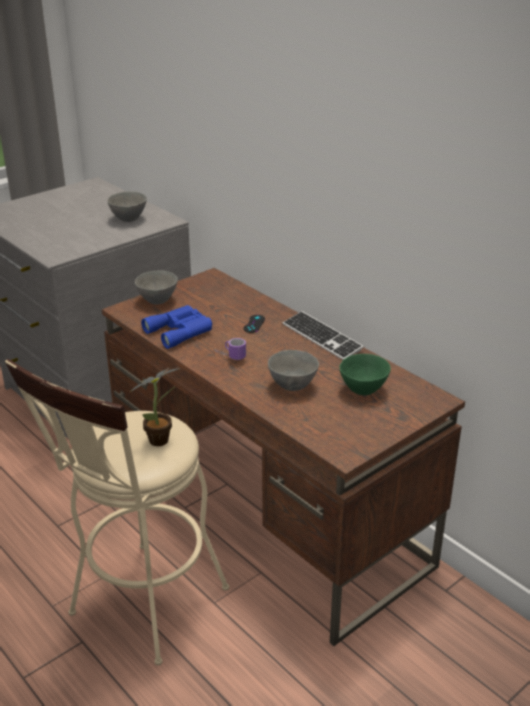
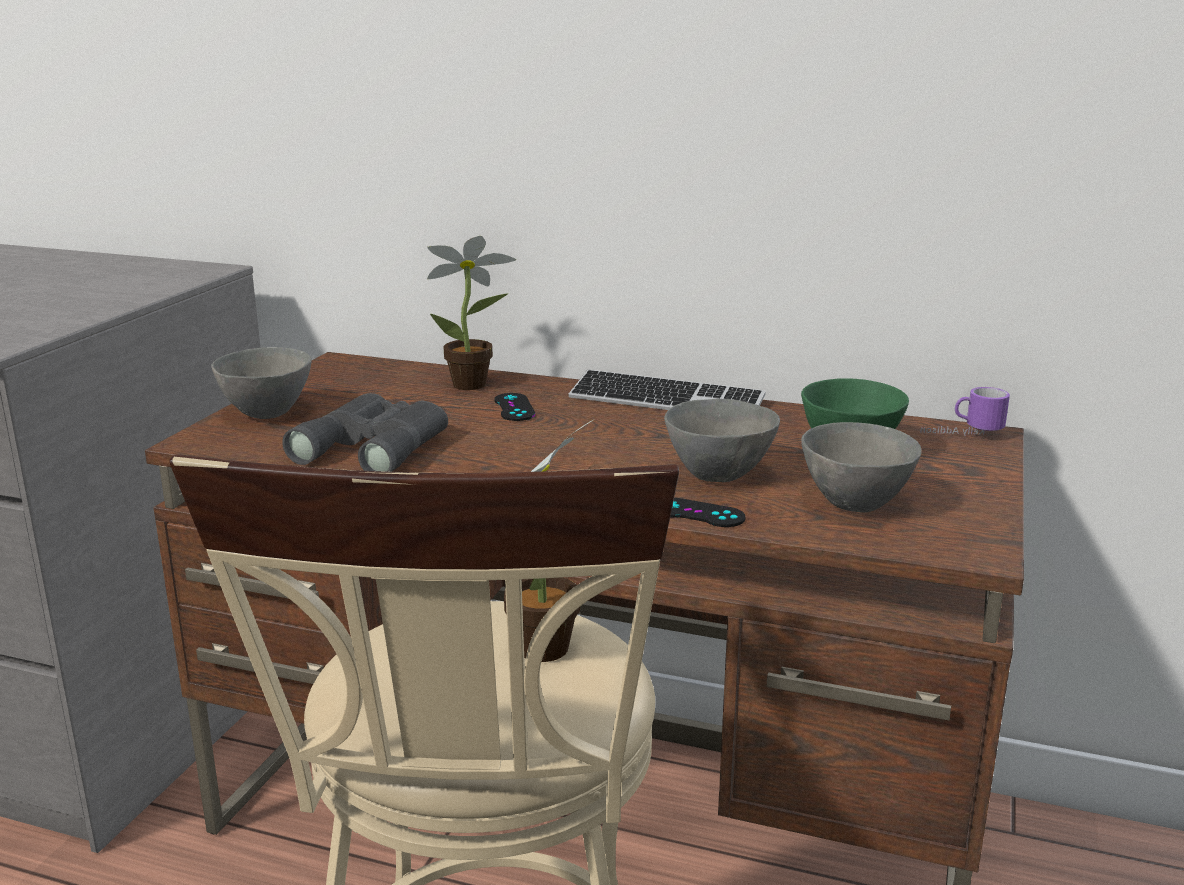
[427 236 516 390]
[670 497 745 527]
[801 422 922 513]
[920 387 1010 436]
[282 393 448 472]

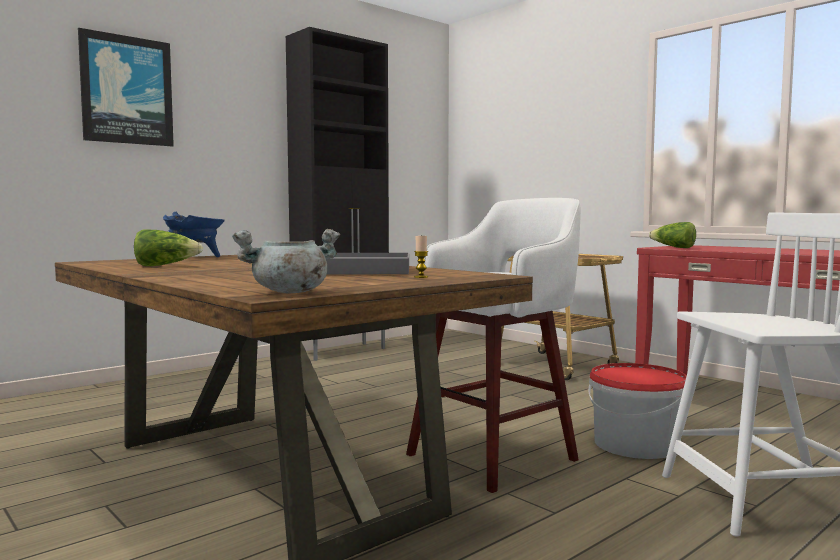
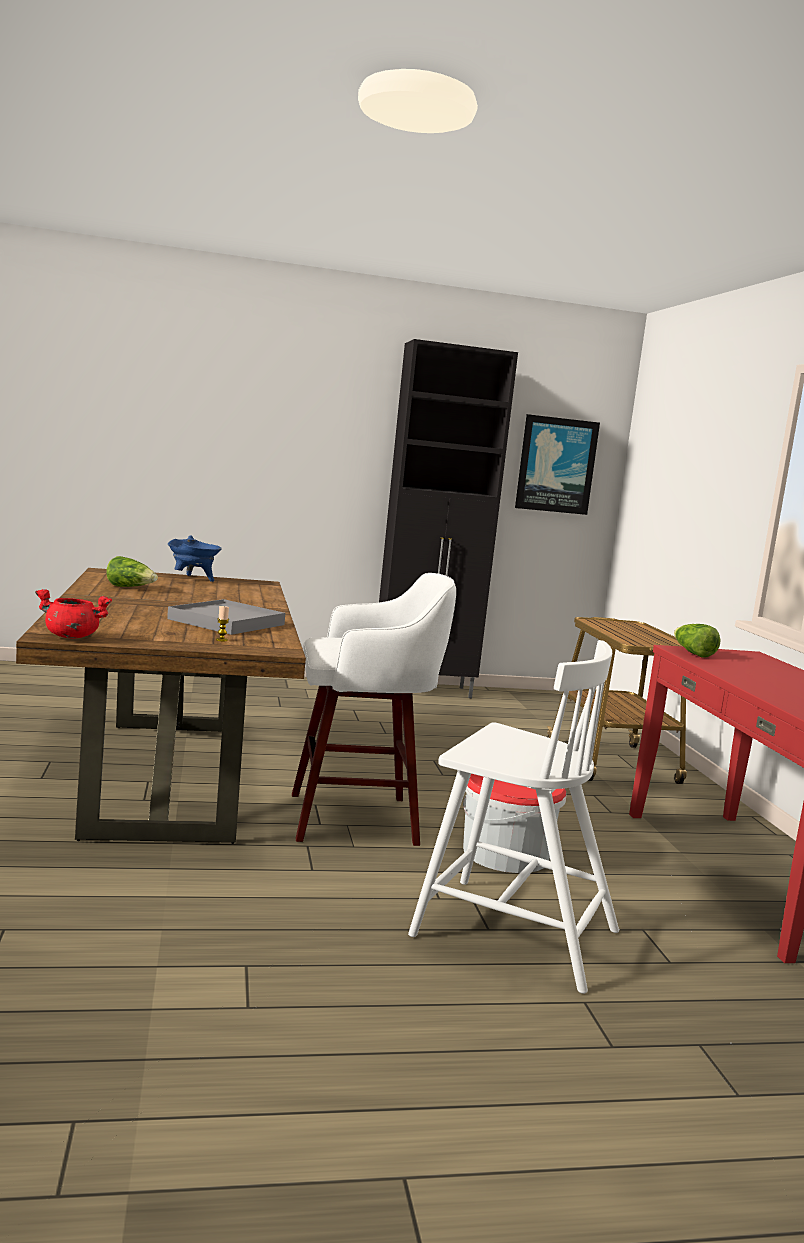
[515 414 600 515]
[35 589 112 638]

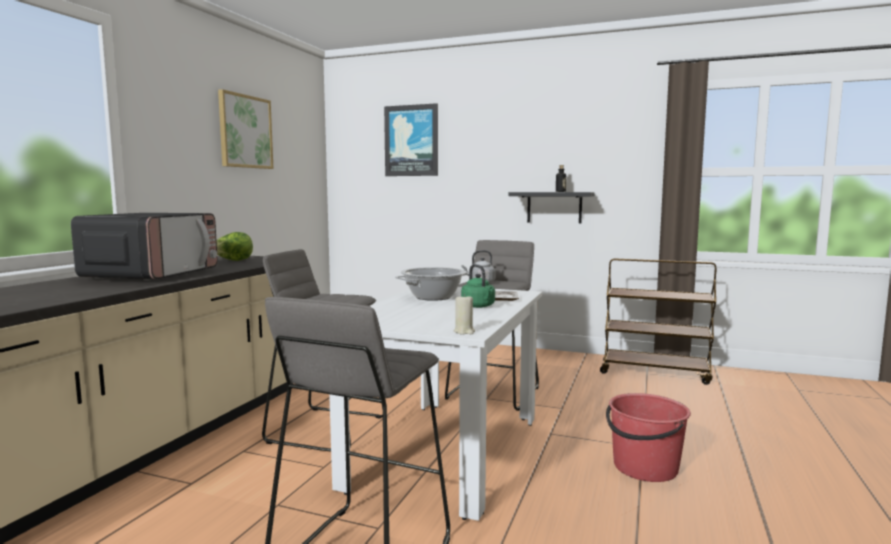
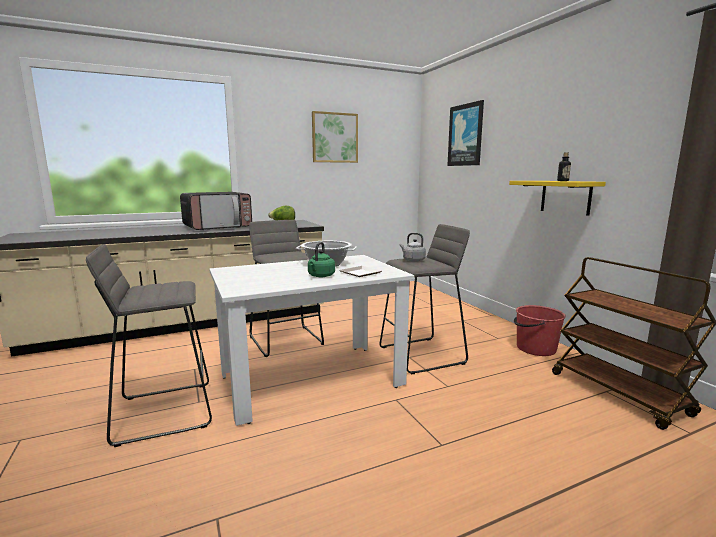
[453 294 475 335] (first image)
[514 305 566 356]
[509 181 606 216]

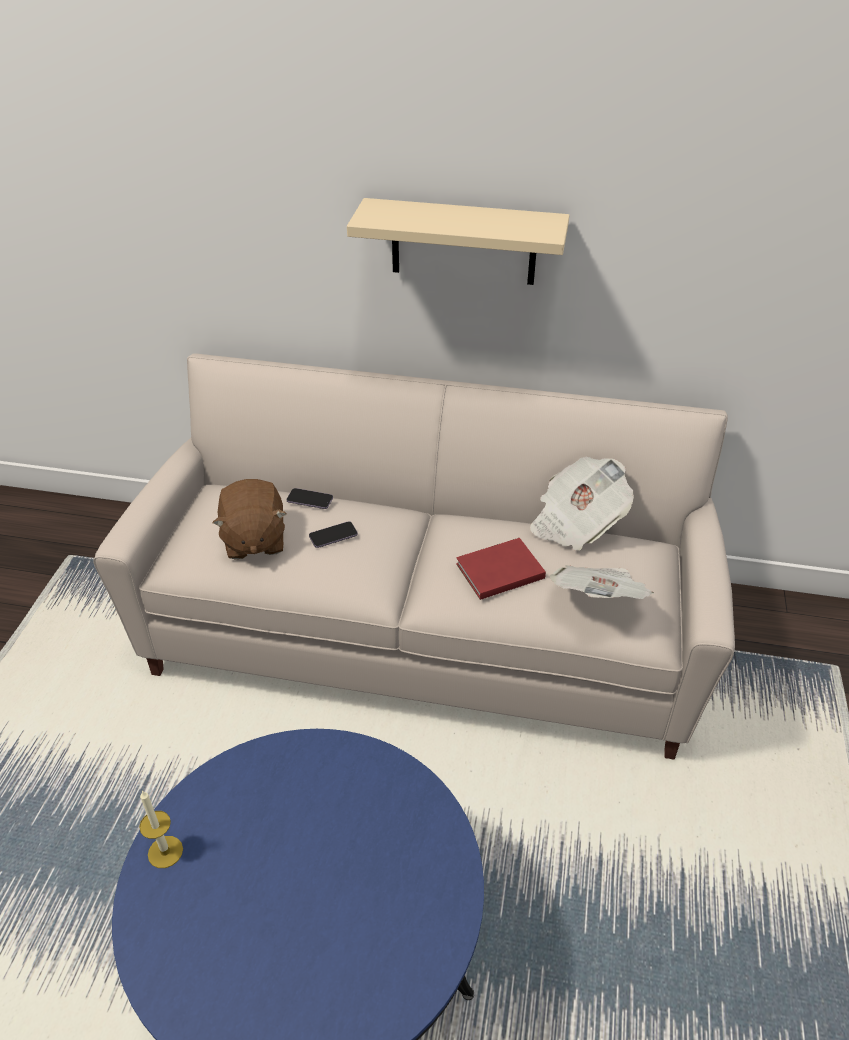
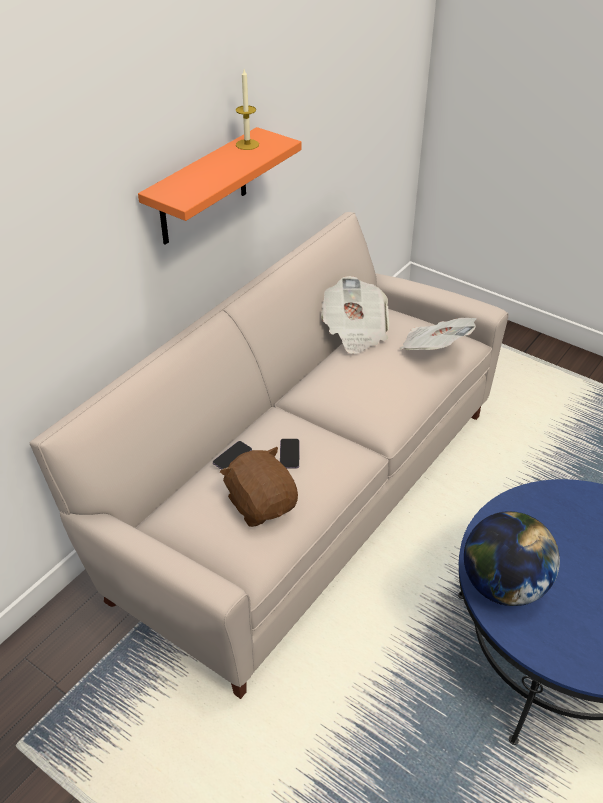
[456 538 546 600] (first image)
[464 511 560 606]
[236 69 259 150]
[138 127 302 245]
[220 447 298 527]

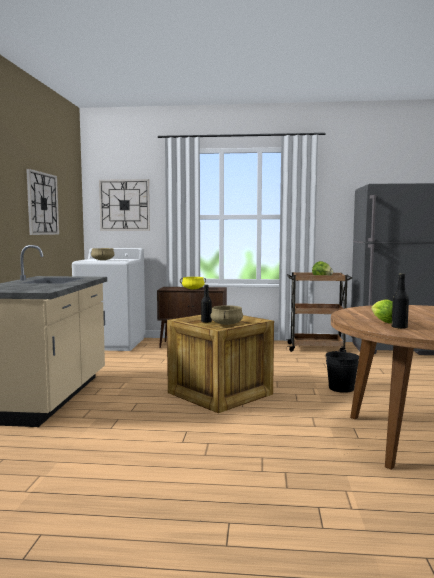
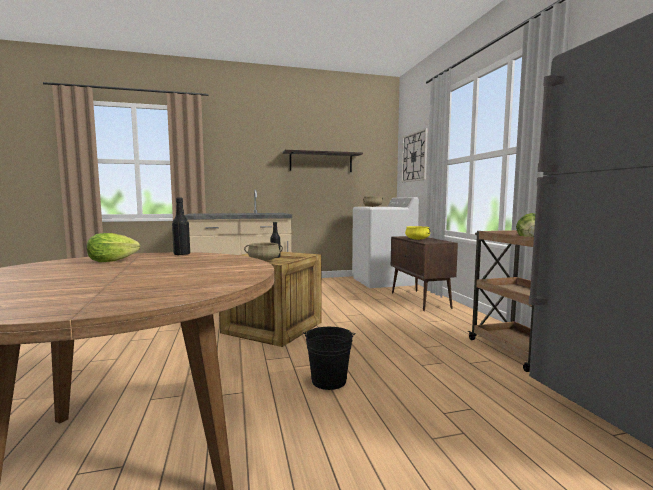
[172 198 190 255]
[283 150 363 172]

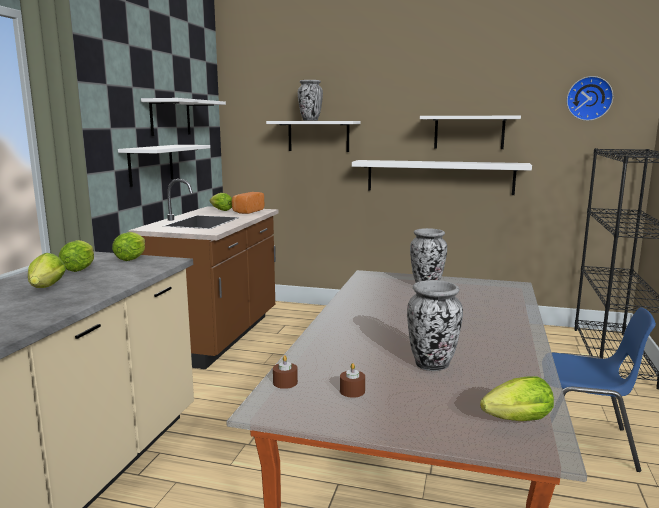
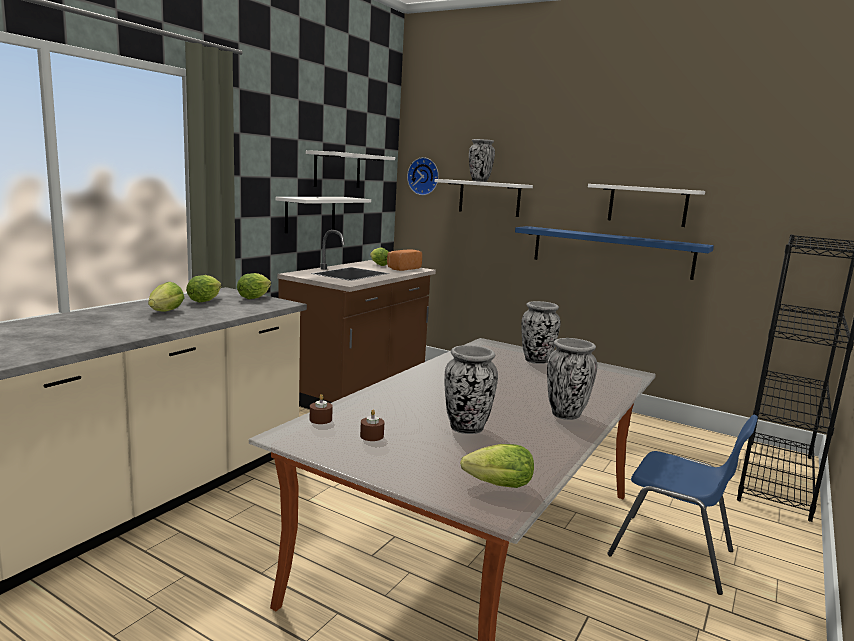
[547 338 597 420]
[407 157 439 195]
[515 226 714 280]

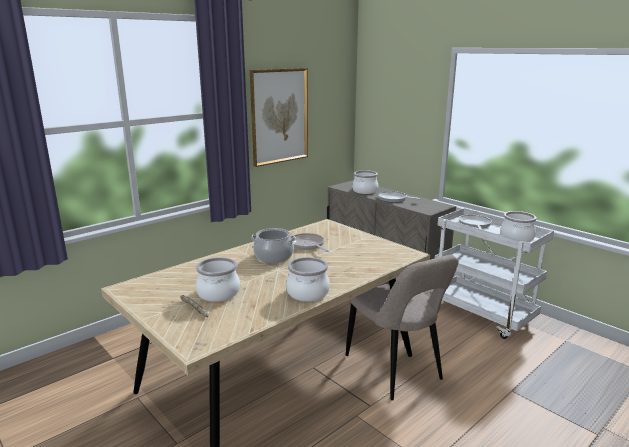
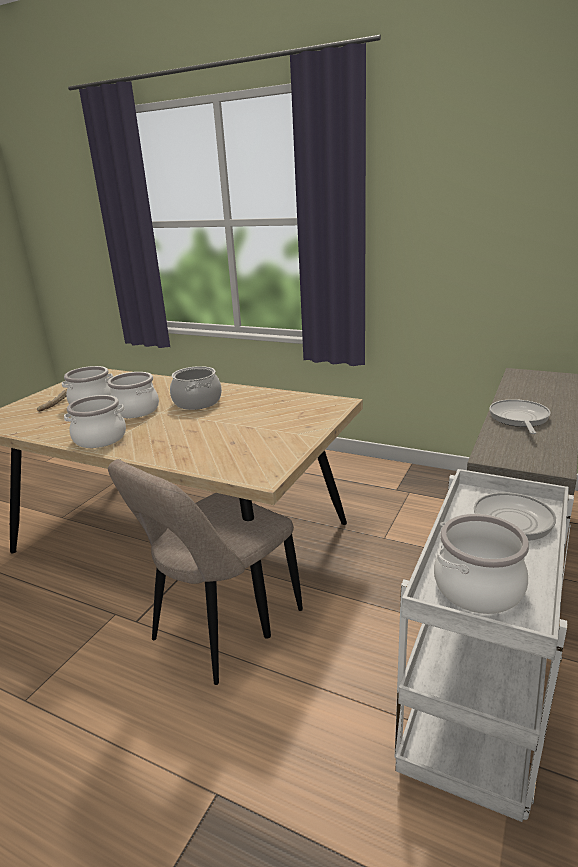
[250 68 308 167] (first image)
[293 233 329 252] (first image)
[107 372 159 418]

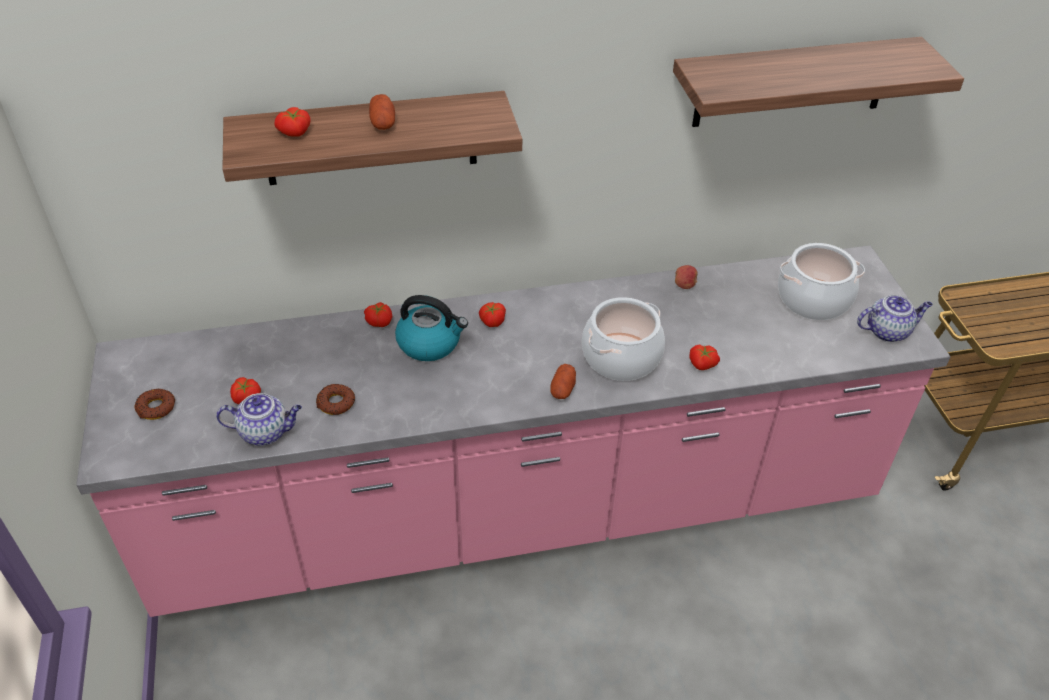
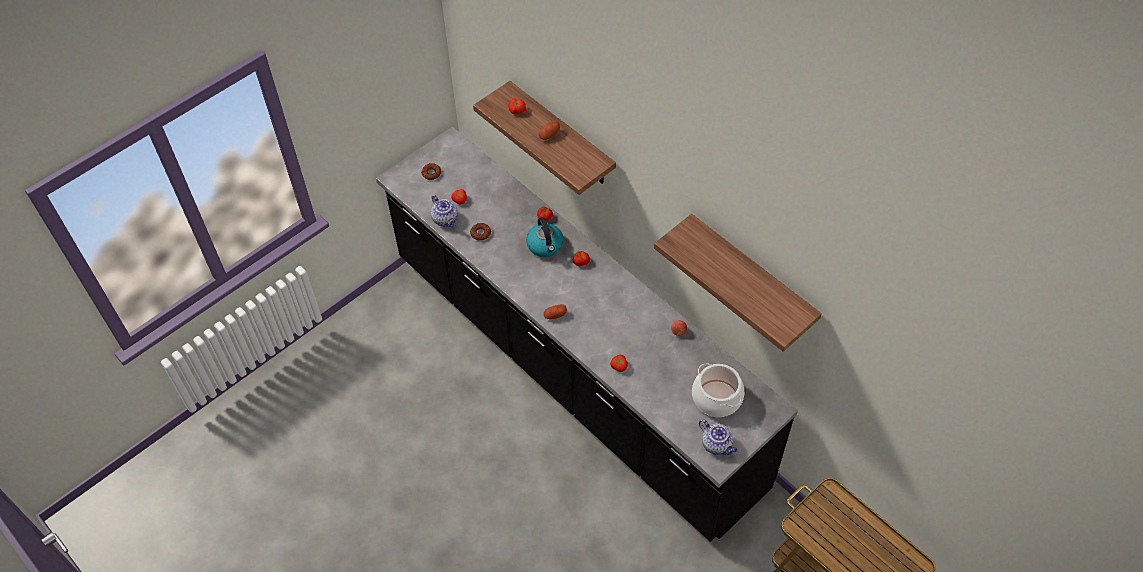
[582 297 665 381] (first image)
[376 127 798 542]

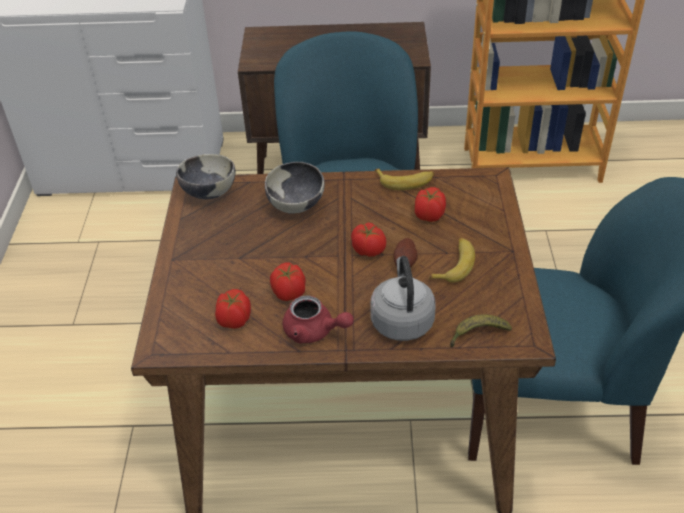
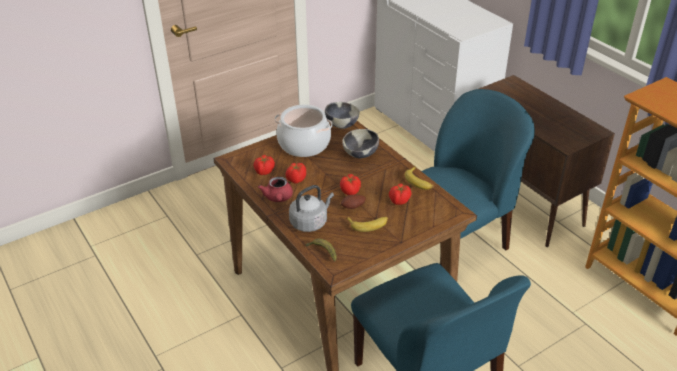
[275 105 332 157]

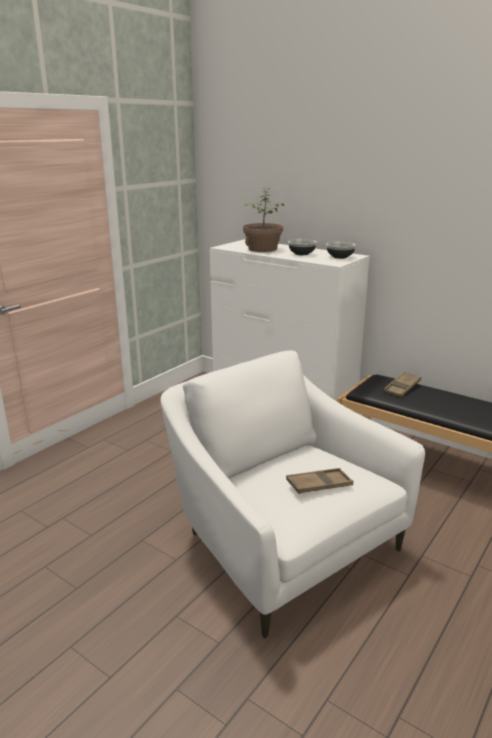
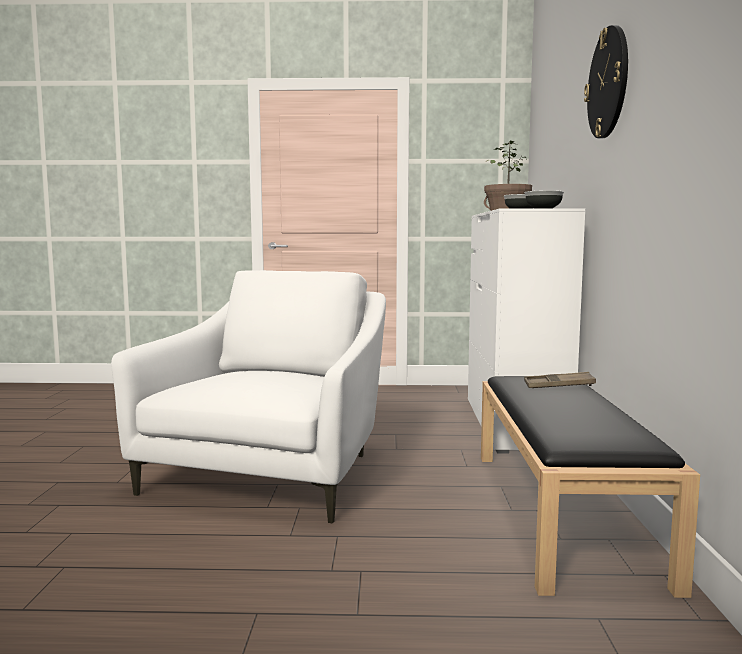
[286 468 353 494] (first image)
[584 25 628 138]

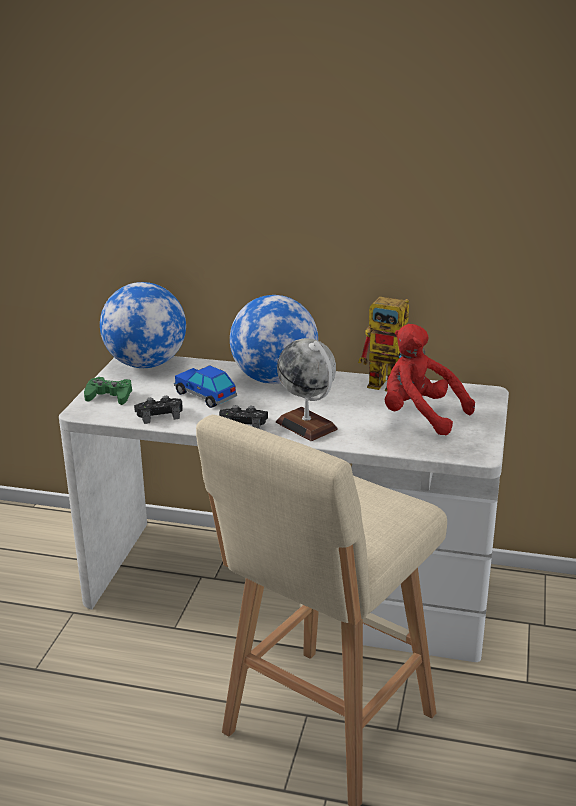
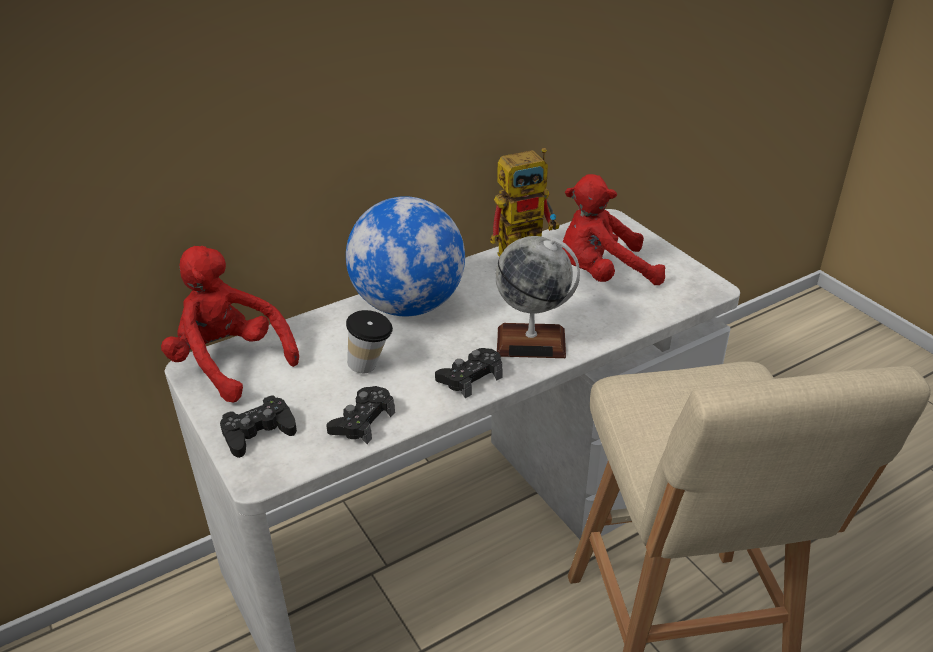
[161 246 299 403]
[346 310 393 373]
[220 395 297 458]

